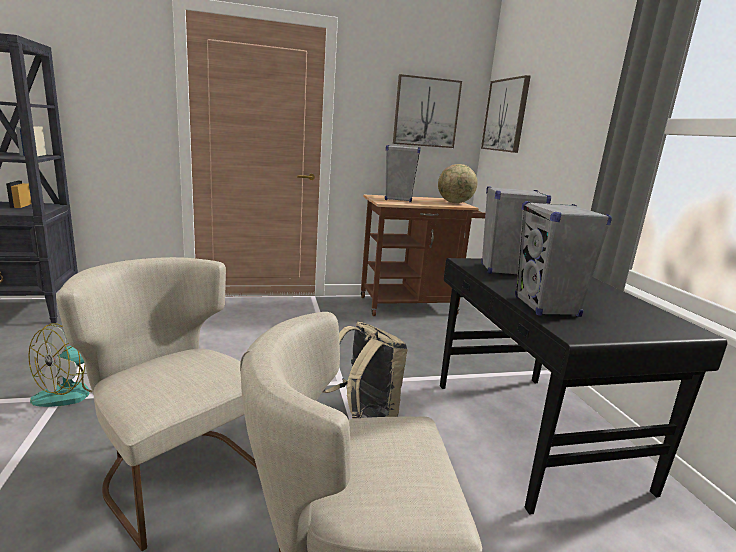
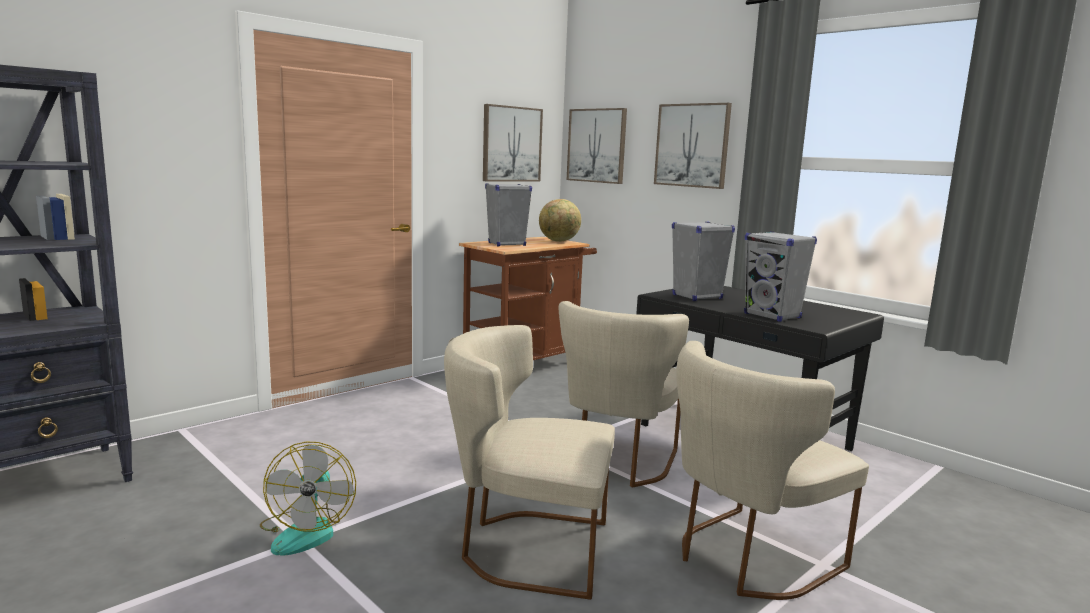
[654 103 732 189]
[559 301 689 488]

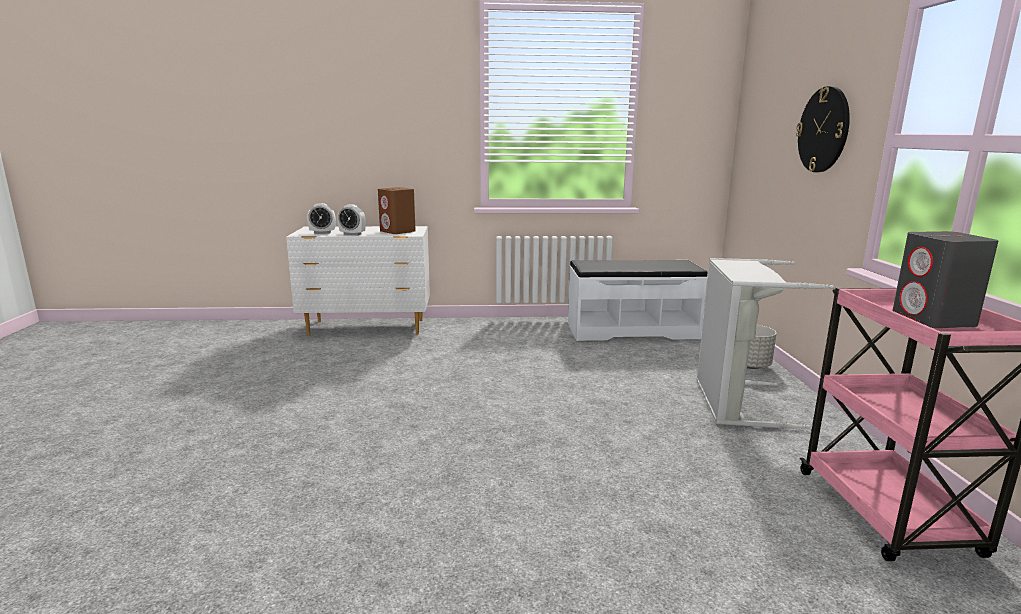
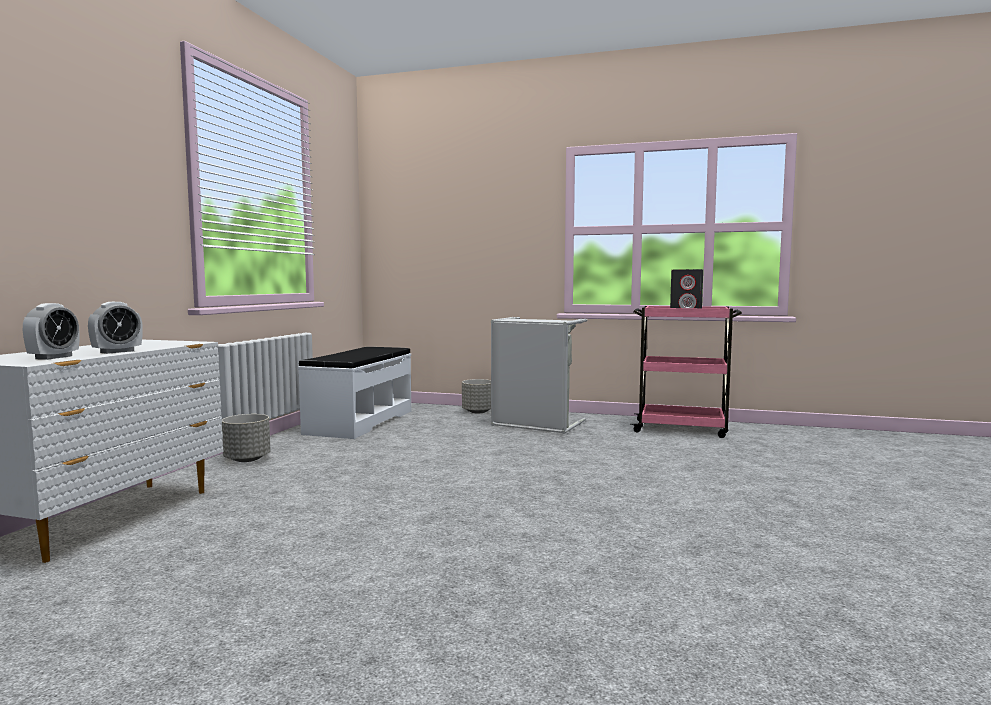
[378 187 416 234] (first image)
[796 86 850 172] (first image)
[222 414 271 462]

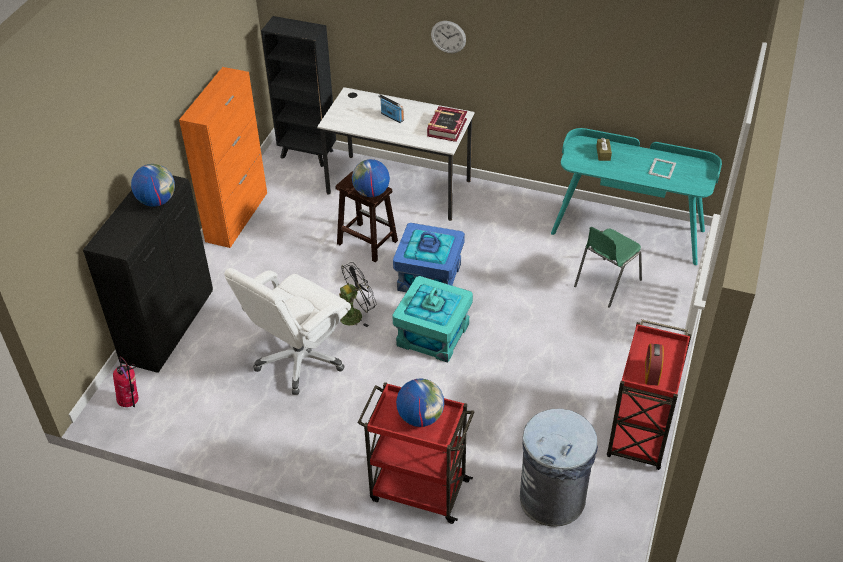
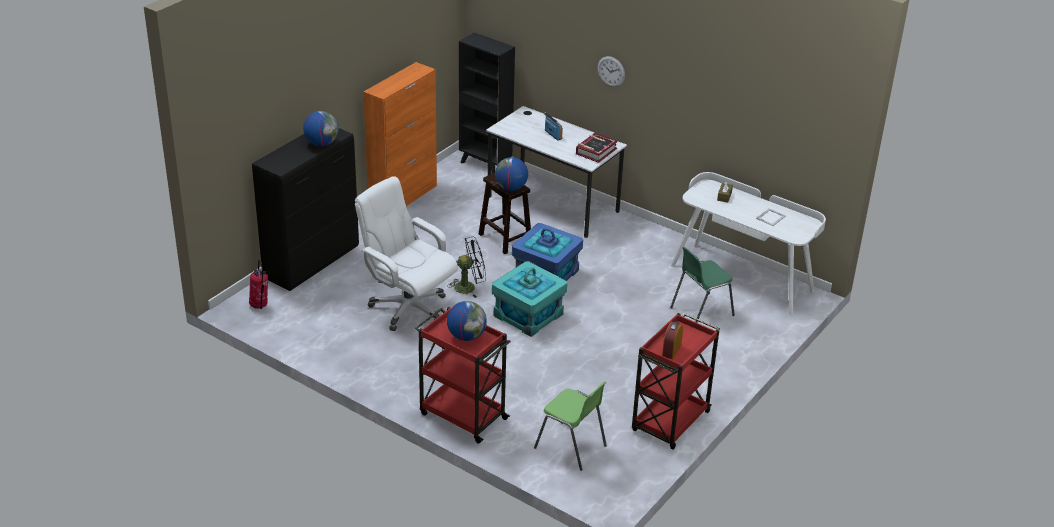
[534 381 607 471]
[671 172 826 316]
[355 176 458 331]

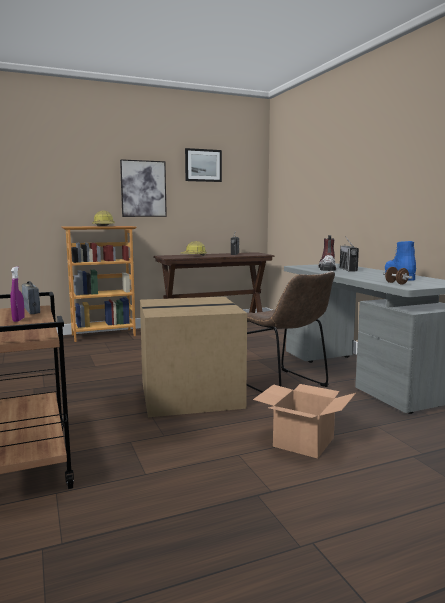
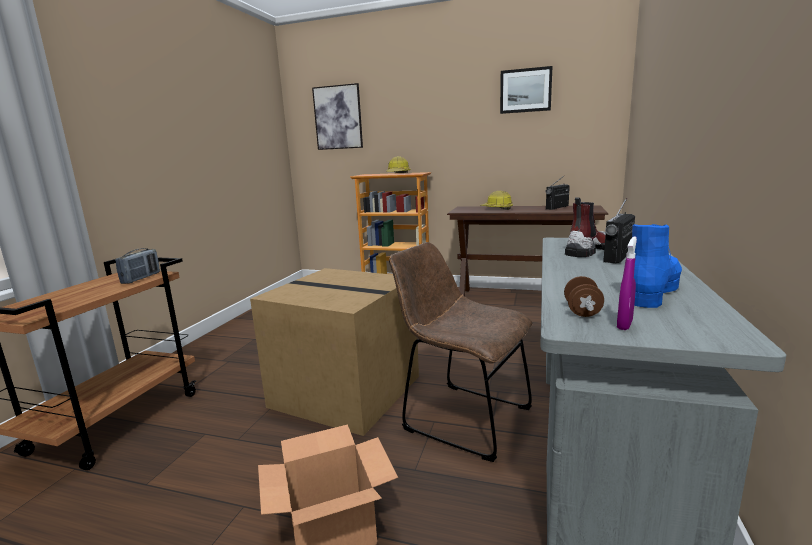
[617 236 637 330]
[312 83 363 150]
[389 242 532 462]

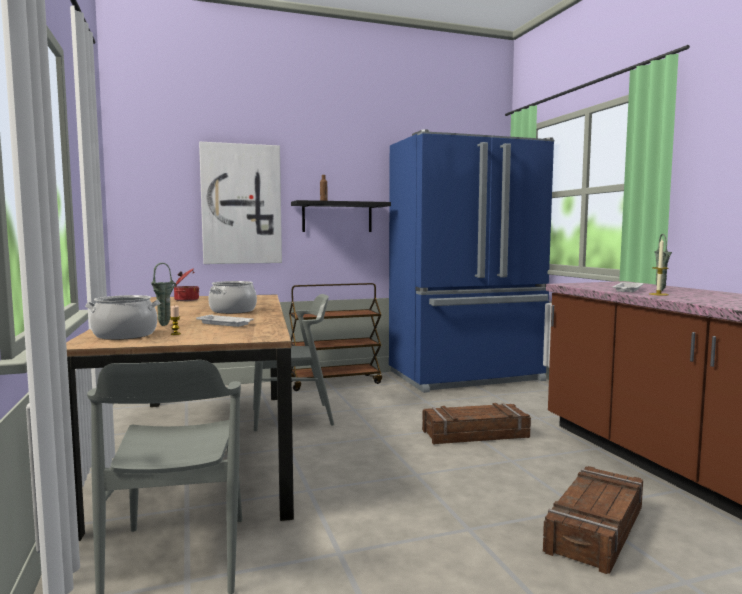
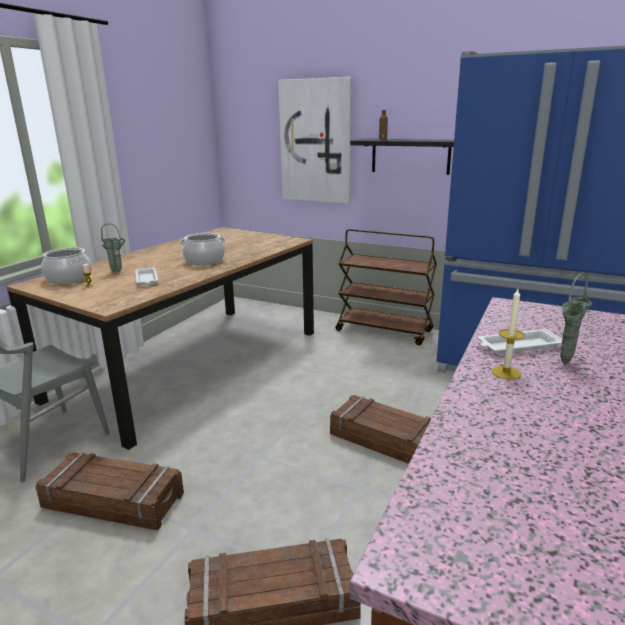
[174 269 199 301] (first image)
[253 294 334 431] (first image)
[35 452 184 530]

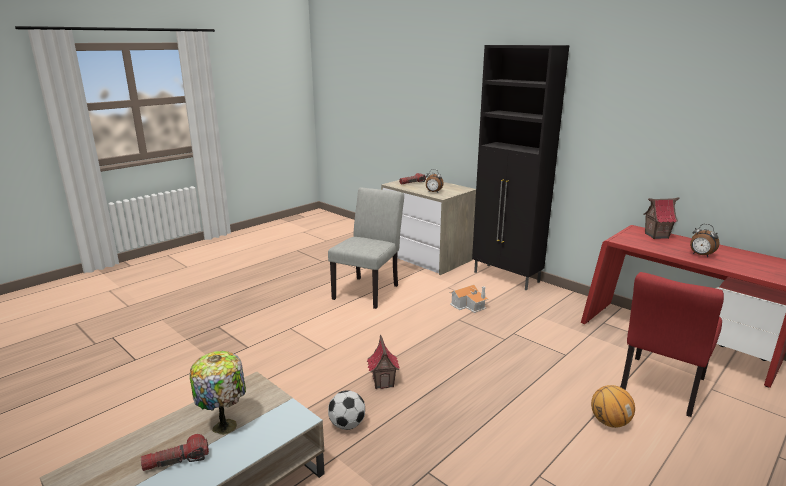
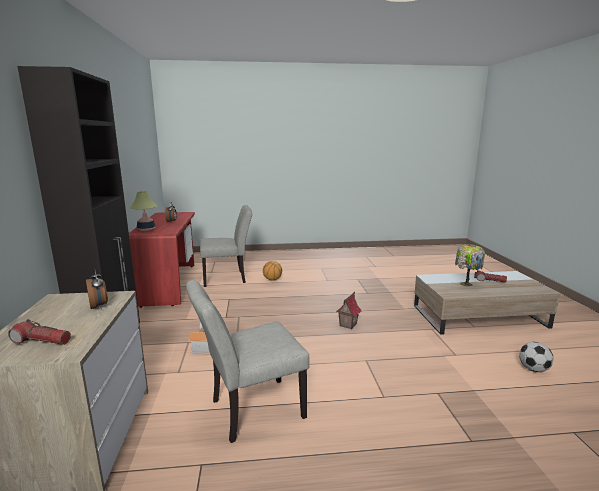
[519 342 554 372]
[129 191 158 231]
[200 205 252 287]

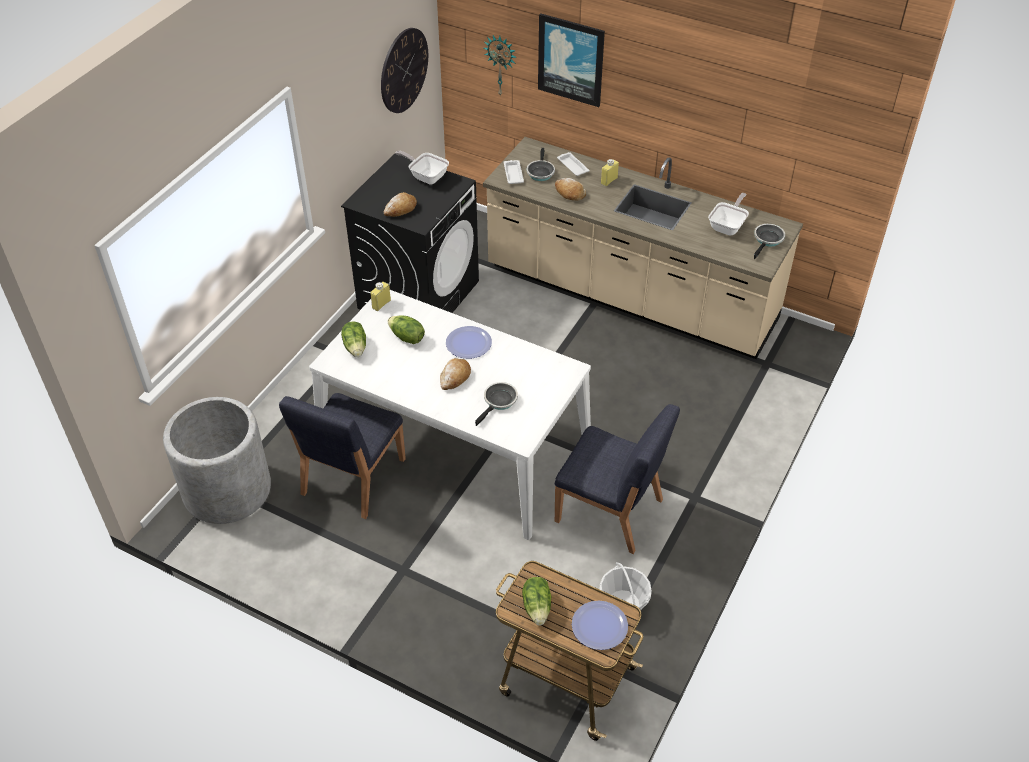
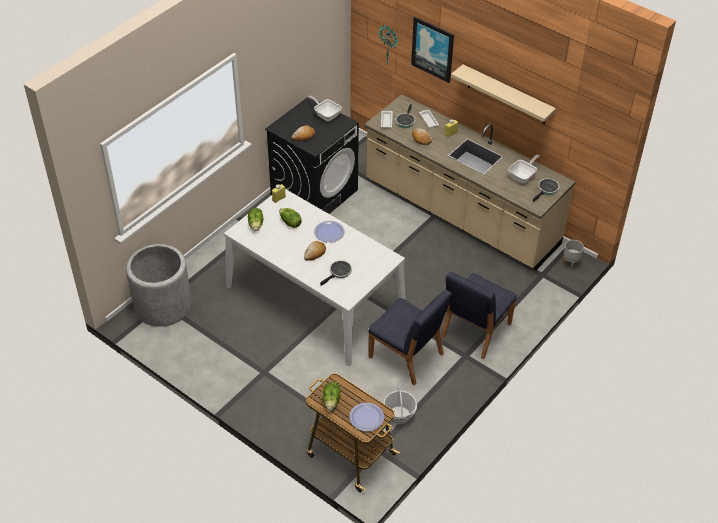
[381 28 428 113] (first image)
[451 64 556 124]
[562 240 584 271]
[441 272 517 359]

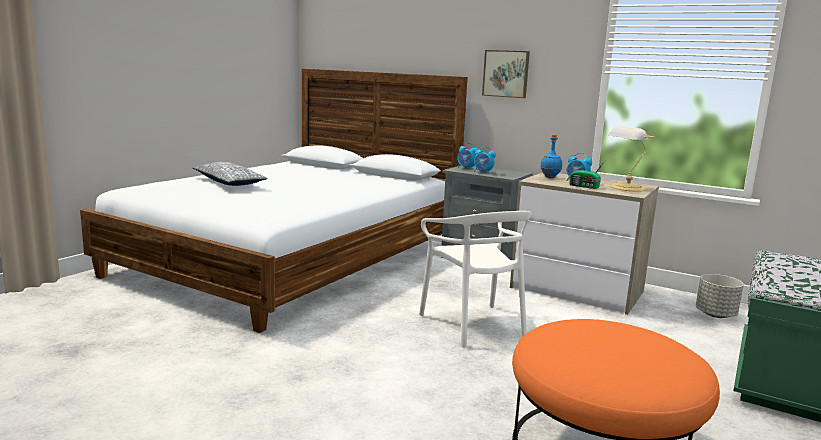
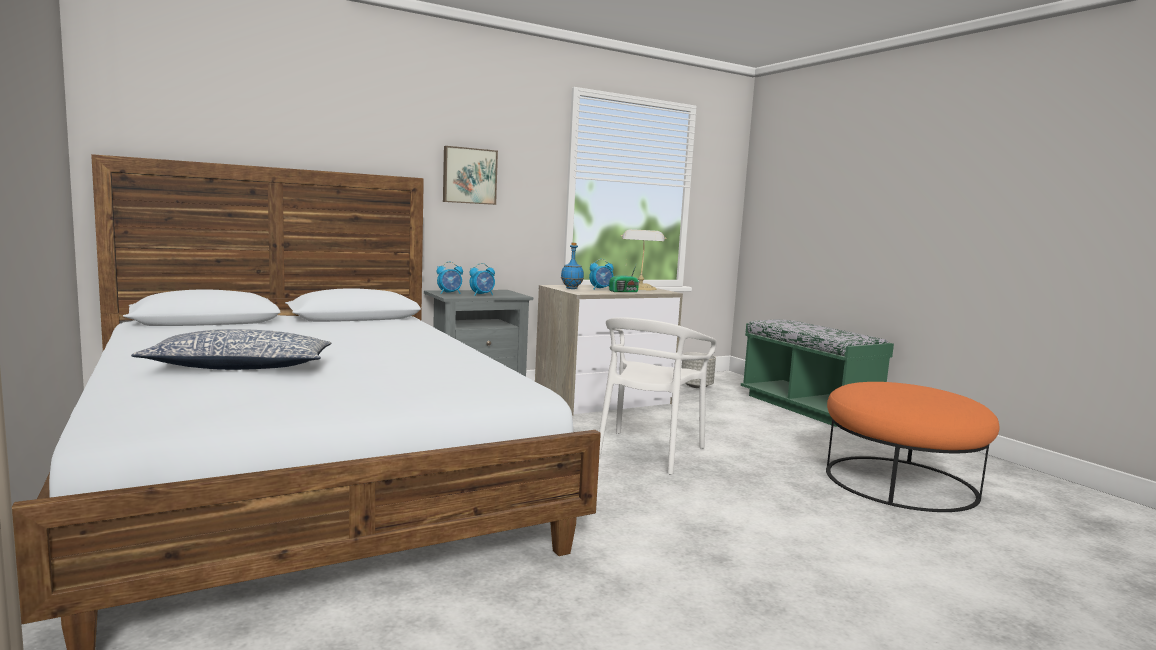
[599 317 717 475]

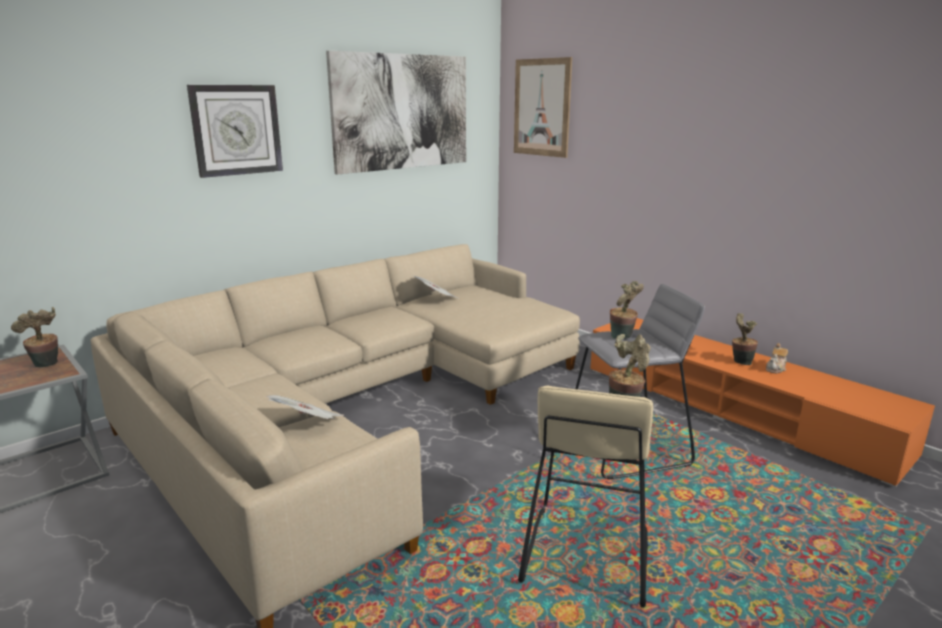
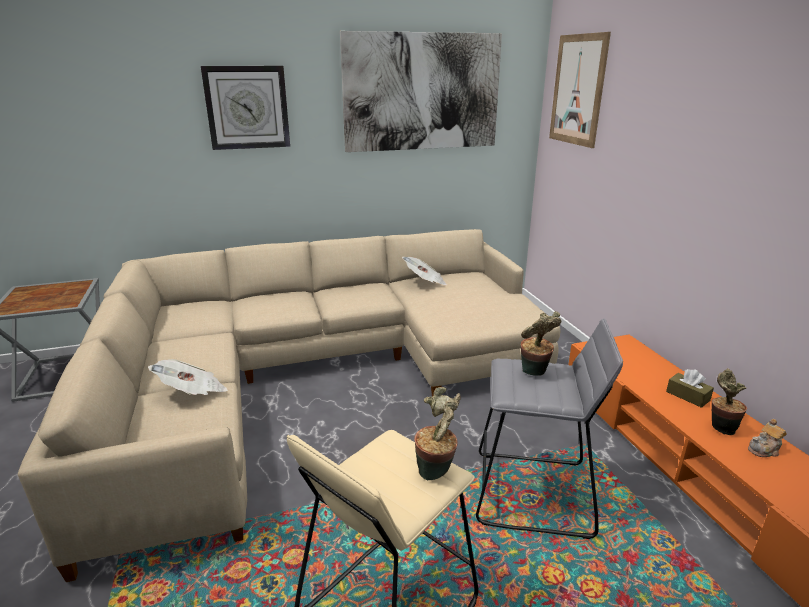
[11 307 58 367] (first image)
[666 369 714 408]

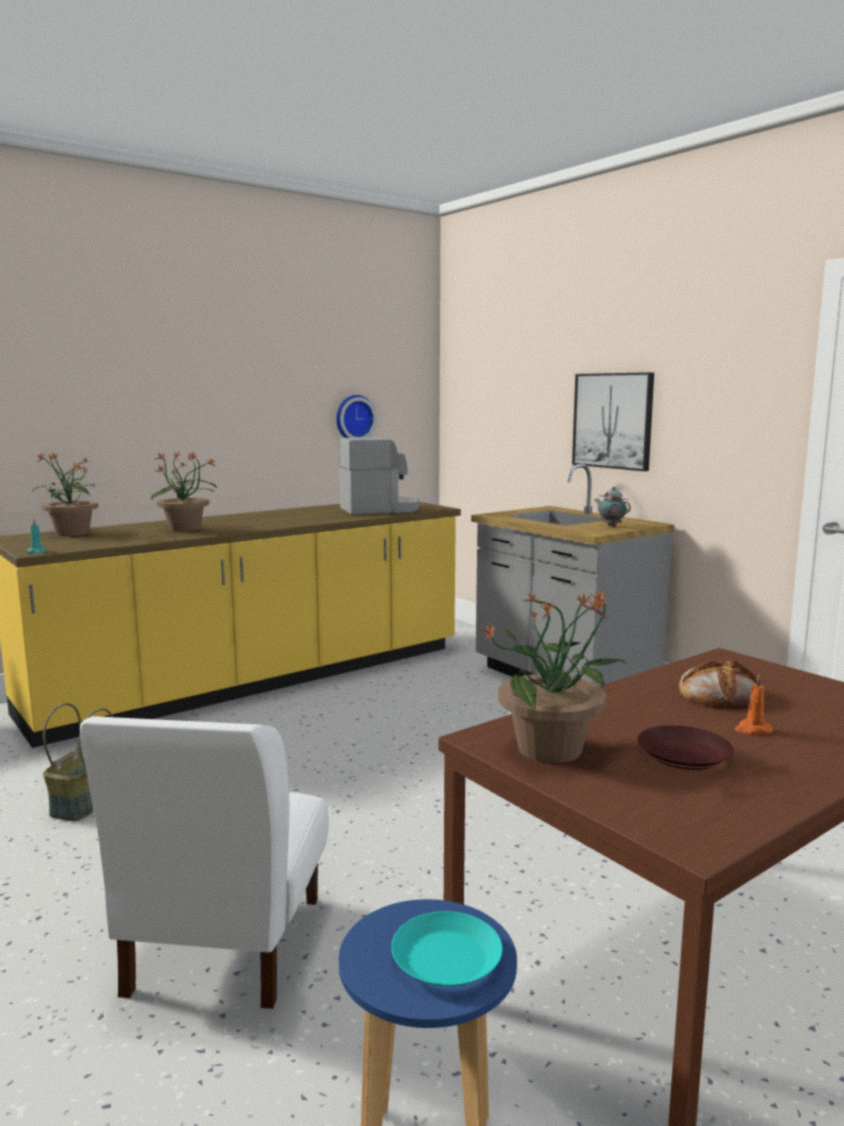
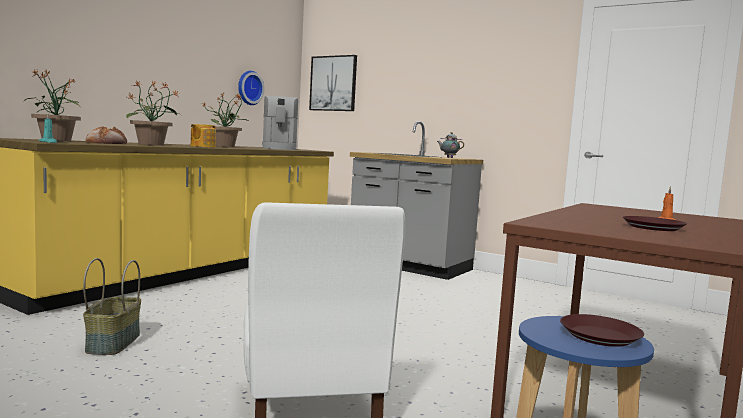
[191 124 216 147]
[203 93 248 147]
[309 55 357 111]
[86 126 127 144]
[560 314 644 347]
[262 96 298 150]

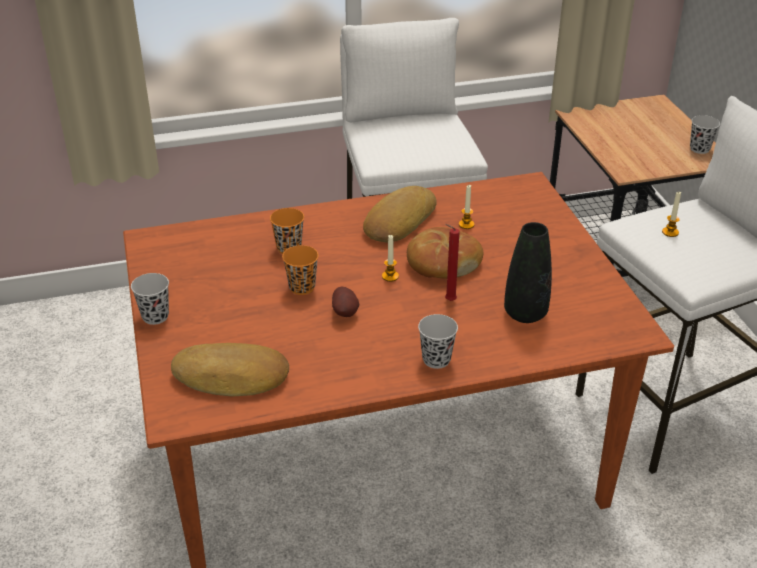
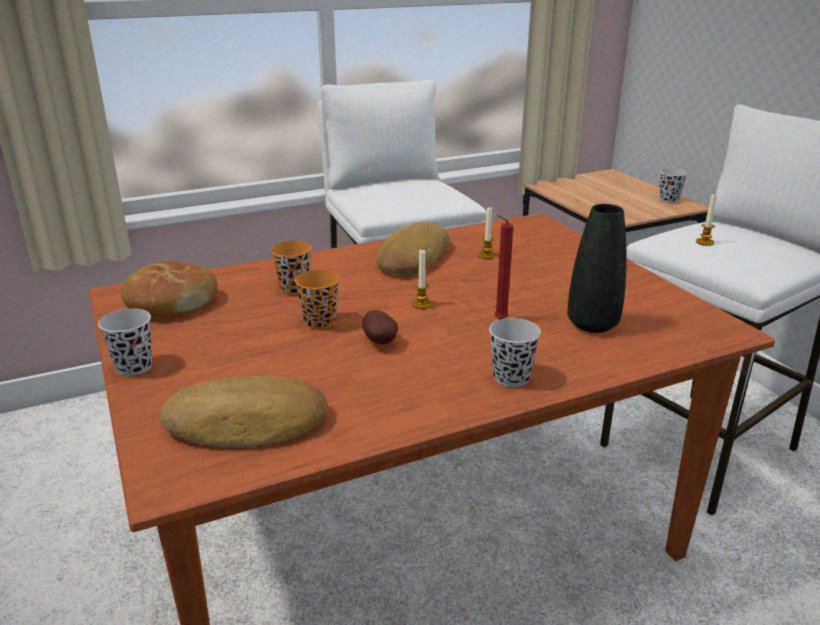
[121 261 218 316]

